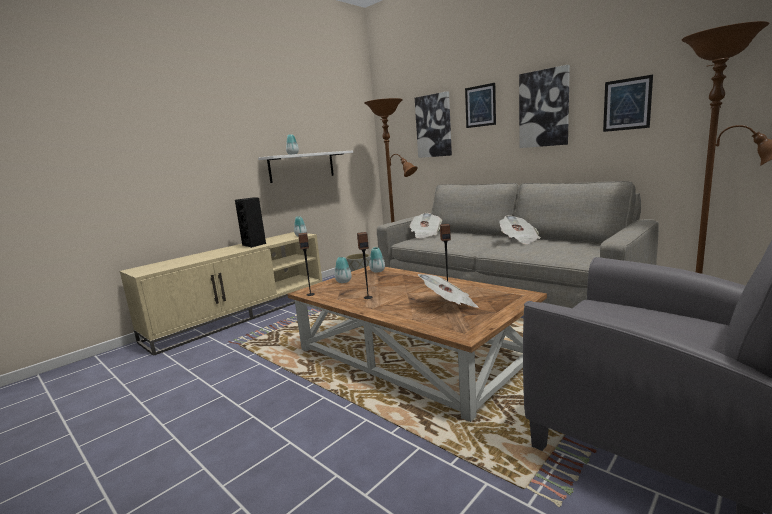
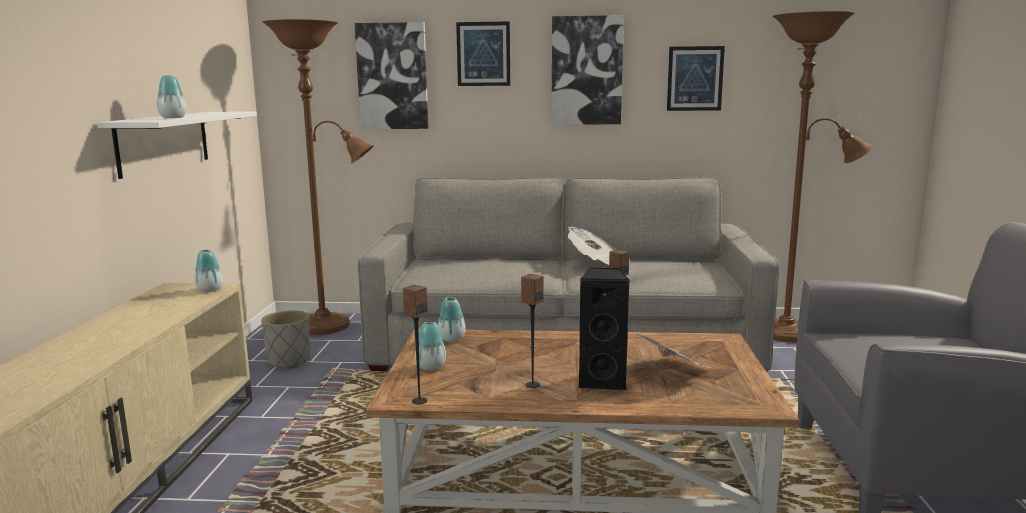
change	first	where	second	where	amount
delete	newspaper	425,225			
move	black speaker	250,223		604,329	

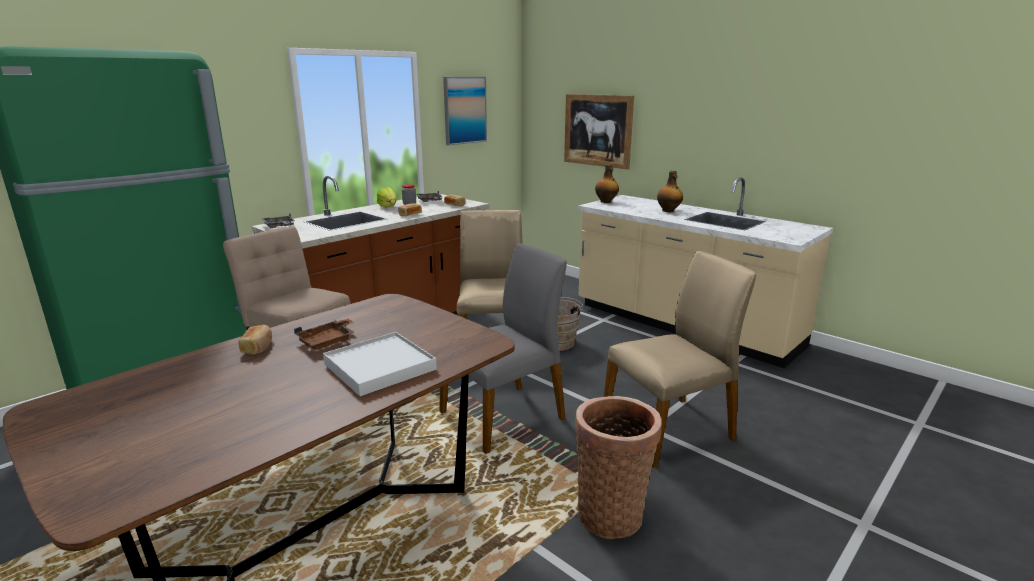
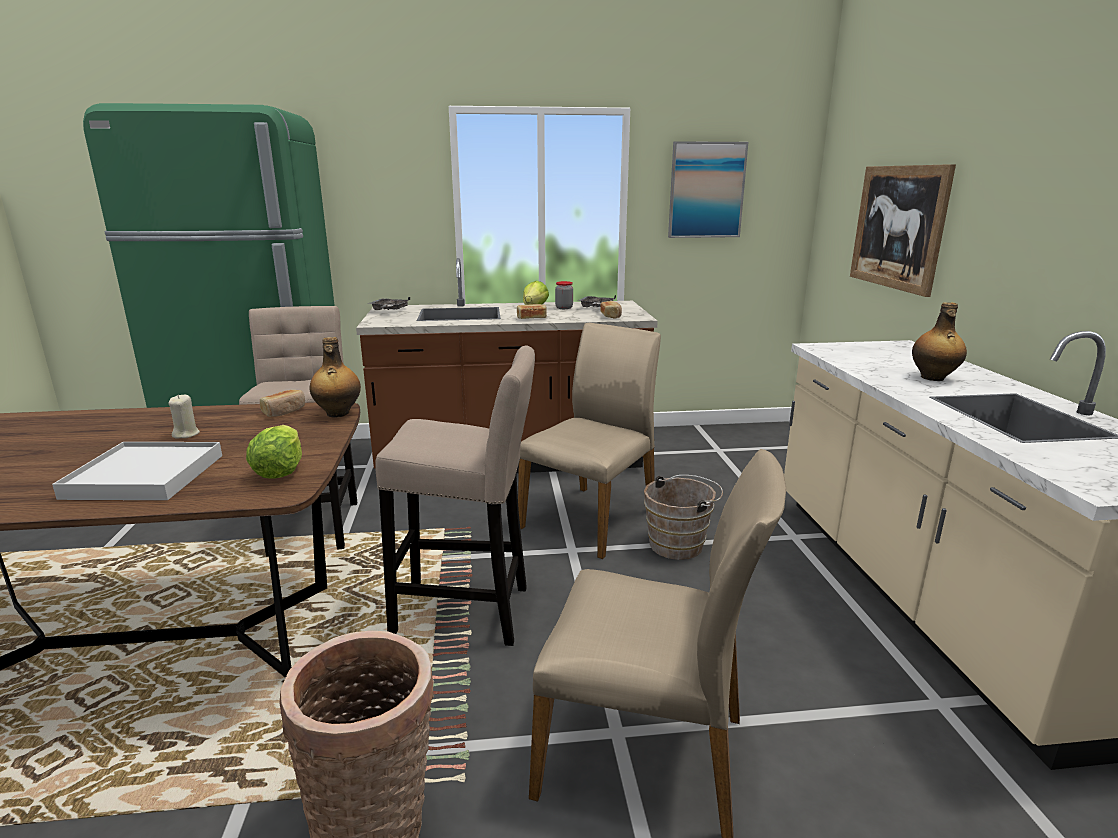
change	first	where	second	where	amount
insert			lettuce	274,452	
move	bread	255,340		282,403	
move	bottle	607,183		335,377	
replace	brown tray	324,334	beige candle	184,416	
replace	grey chair	503,348	beige stool	455,495	

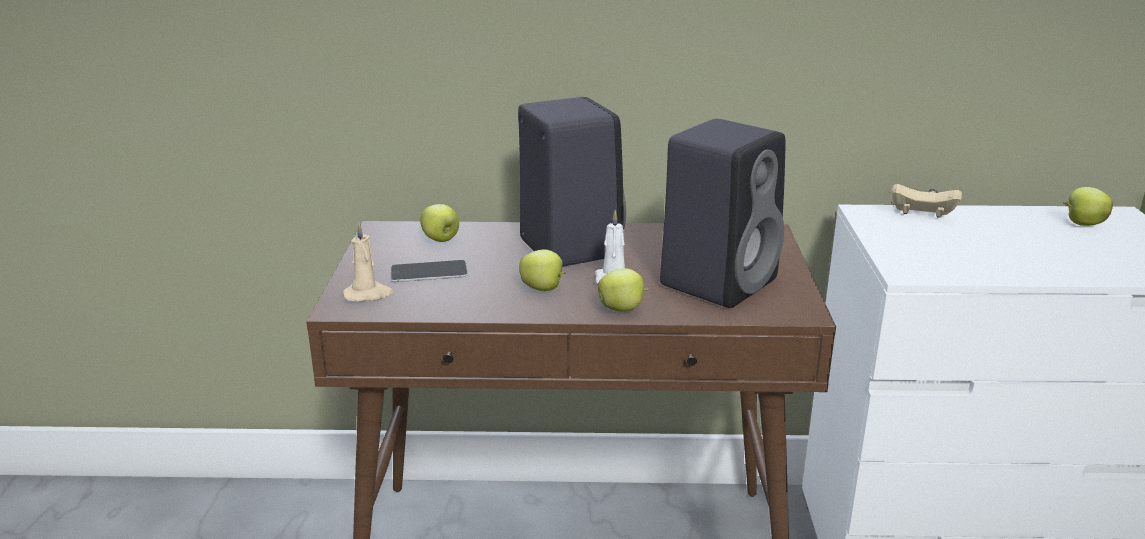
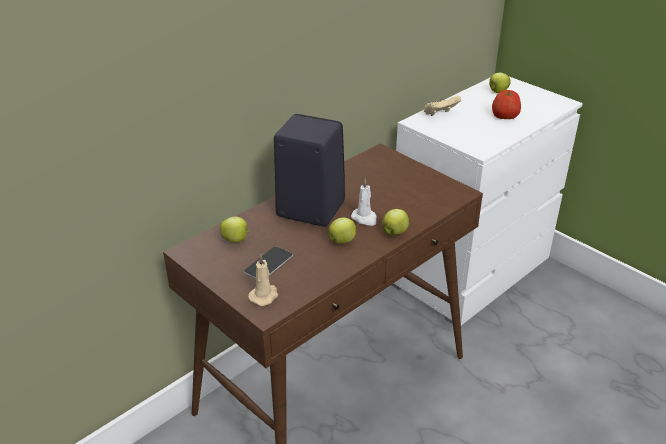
change	first	where	second	where	amount
delete	black speaker	723,213			
insert			apple	506,104	

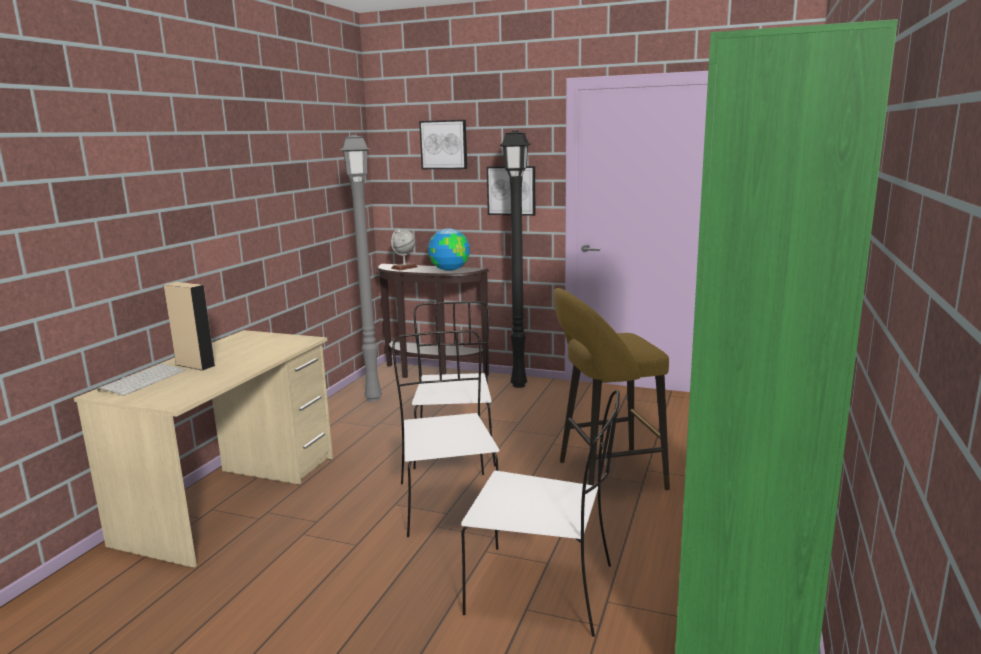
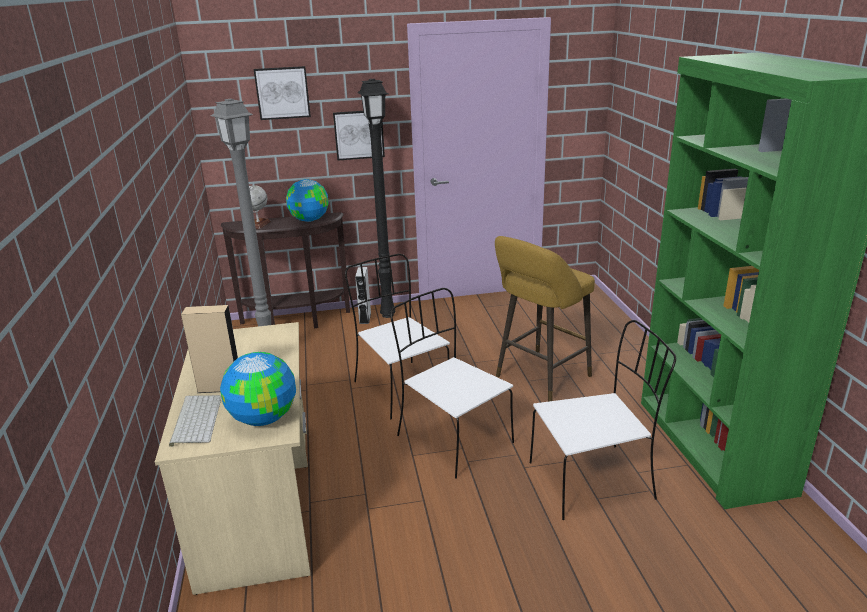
change	first	where	second	where	amount
insert			globe	258,389	
insert			grey speaker	363,295	

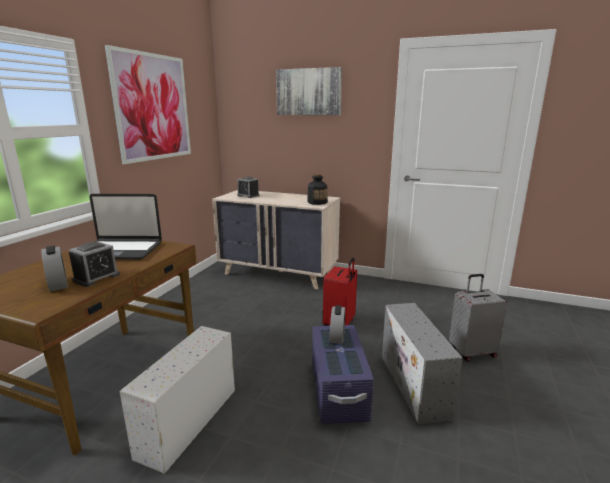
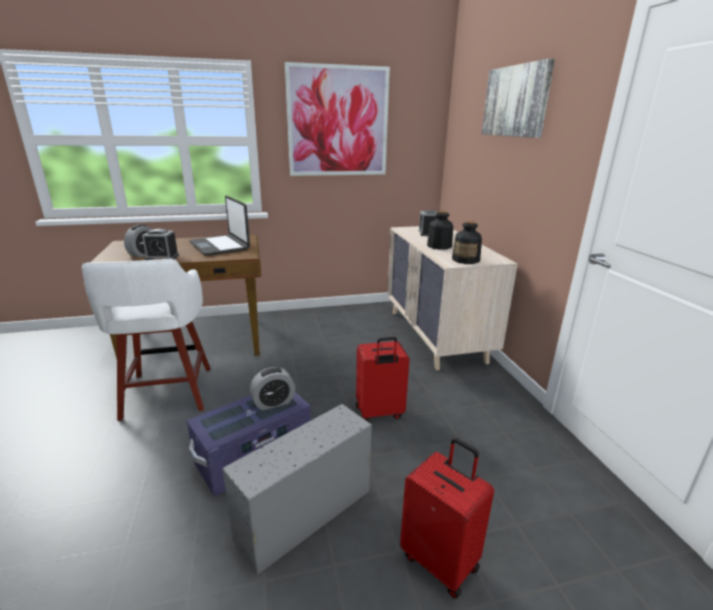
change	first	where	second	where	amount
insert			bottle	440,230	
replace	white storage box	177,400	white stool	146,340	
recolor	grey suitcase	478,317	red suitcase	447,518	

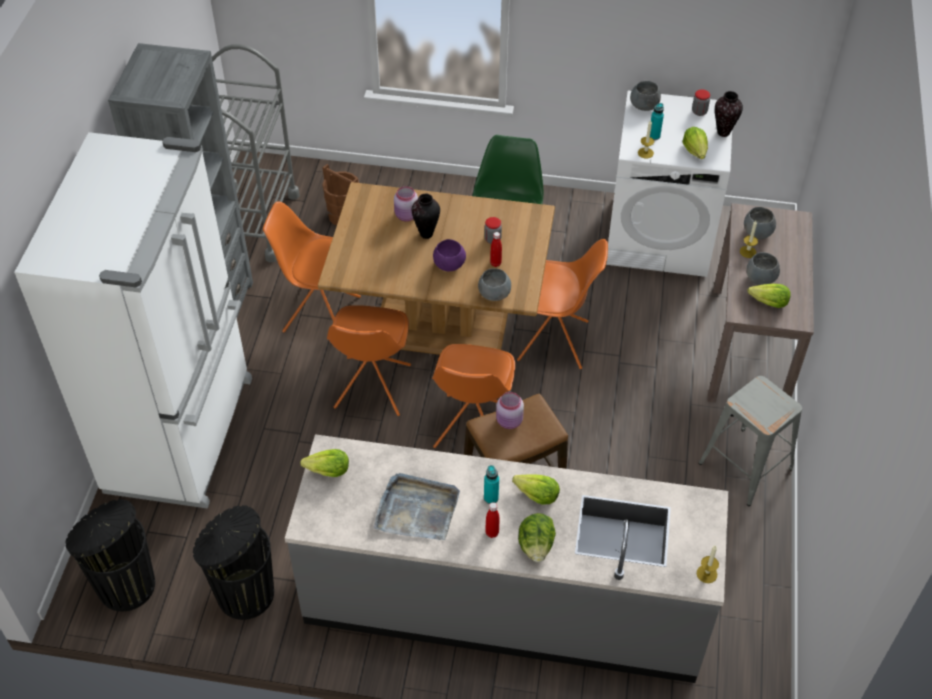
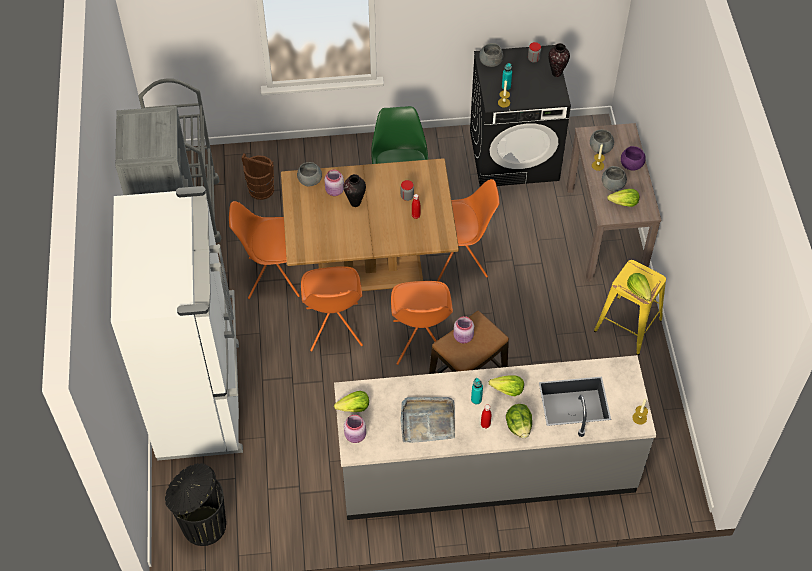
change	first	where	second	where	amount
delete	black trash can	233,562			
insert			pink jar	355,429	
move	purple bowl	449,255		633,158	
move	grey bowl	494,284		309,174	
move	lettuce	695,143		639,287	
recolor	white washing machine	669,183	black washing machine	520,115	
recolor	grey stool	750,441	yellow stool	630,307	

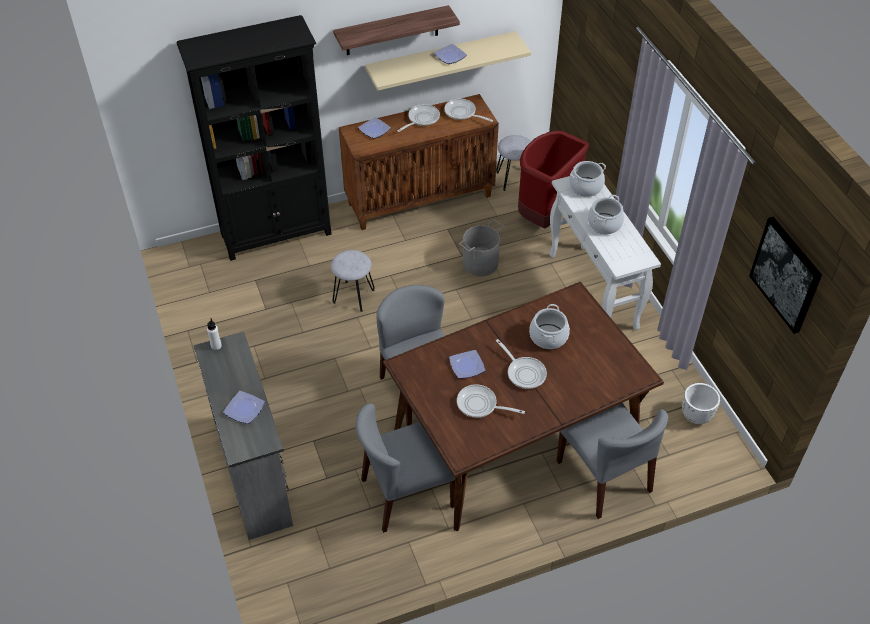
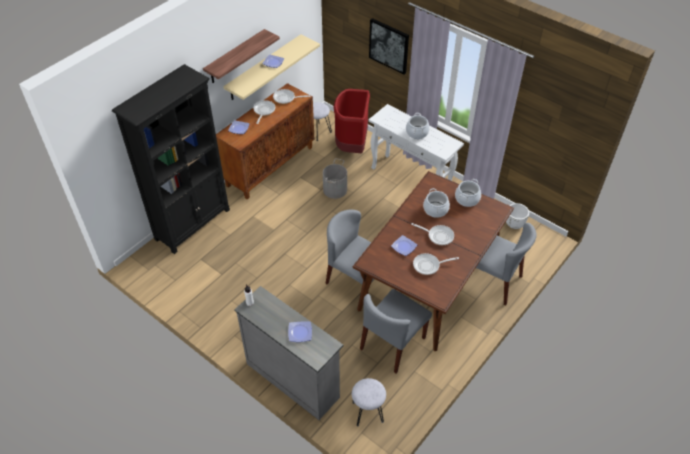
change	first	where	second	where	amount
move	grey stool	353,281		369,402	
move	cooking pot	587,179		468,193	
move	picture	785,275		389,46	

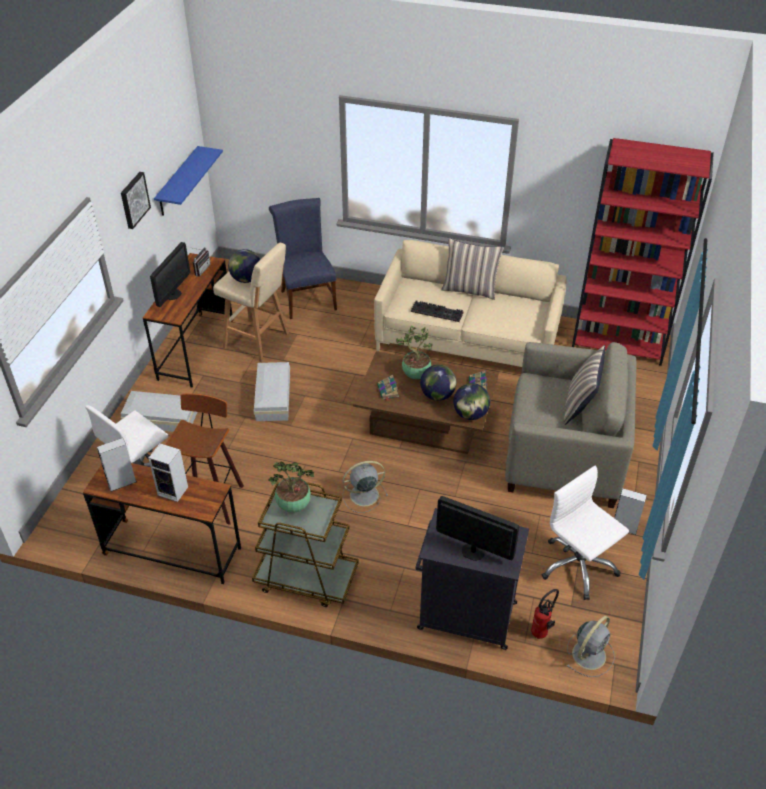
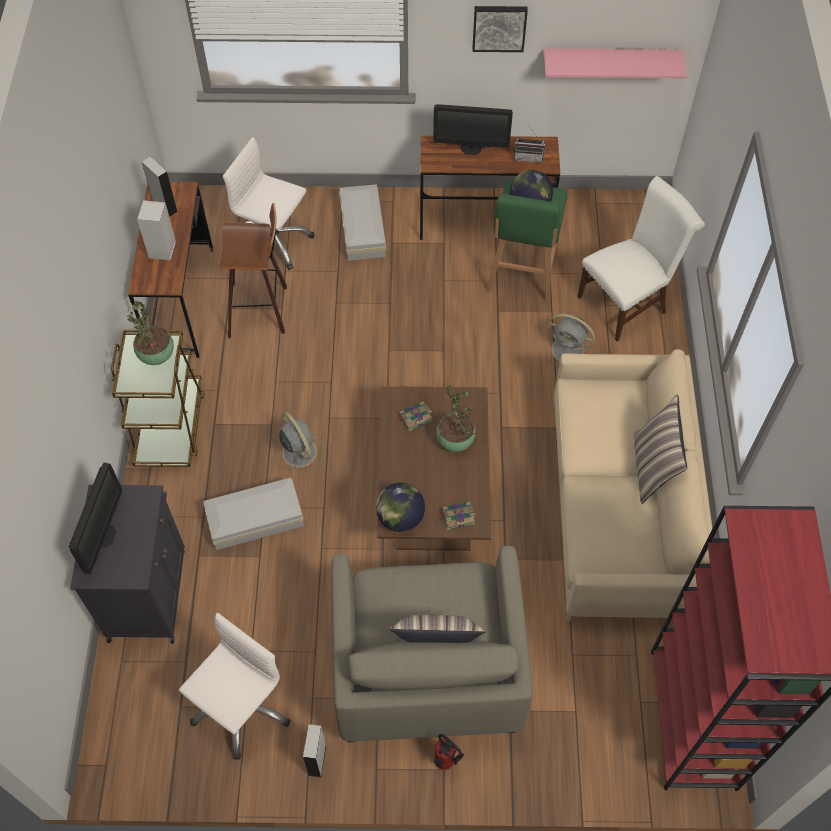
change	first	where	second	where	amount
delete	keyboard	437,311			
delete	globe	438,383			
move	white storage box	272,391		253,514	
move	fire extinguisher	545,614		449,752	
move	grey fan	590,646		569,340	
recolor	blue shelf	188,181	pink shelf	615,63	
recolor	beige stool	251,302	green stool	526,241	
recolor	blue chair	303,258	white chair	641,258	

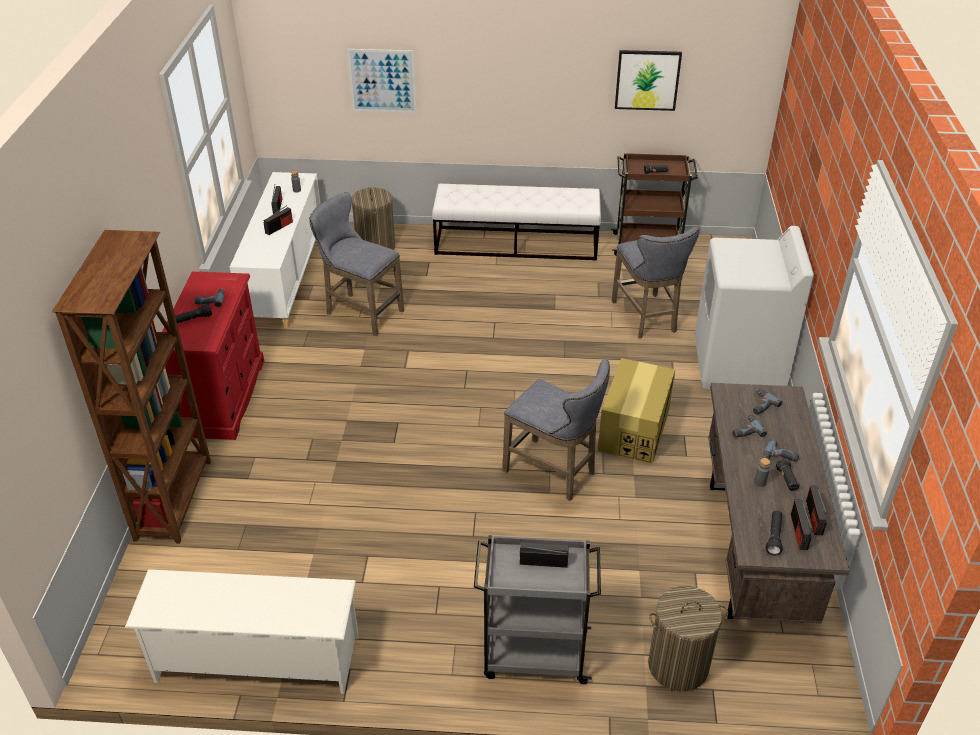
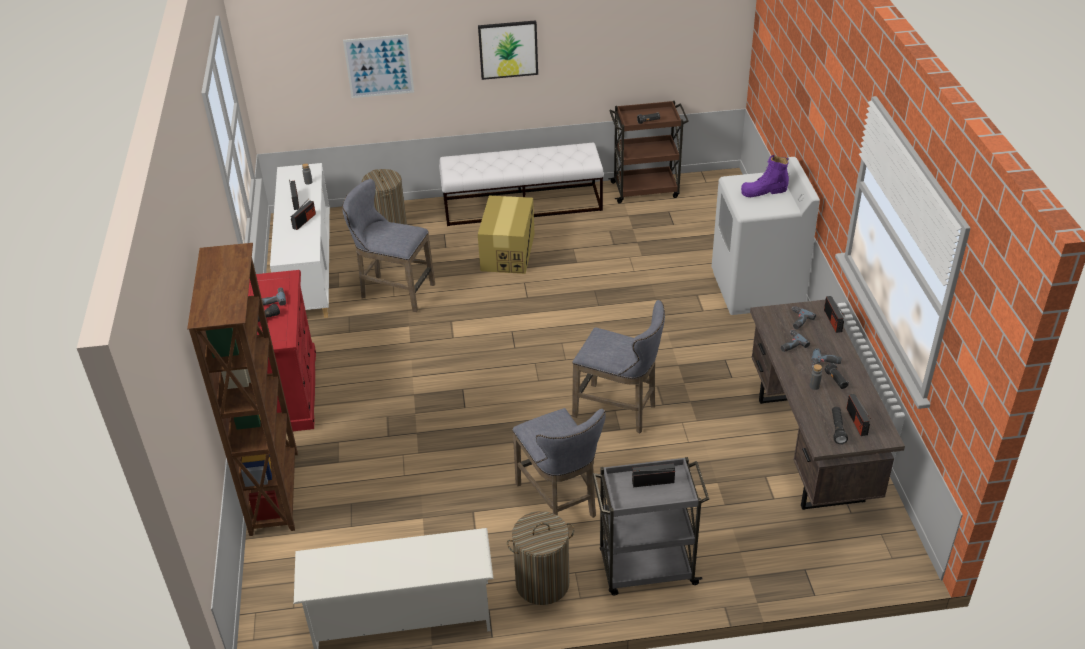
change	first	where	second	where	amount
insert			purple boot	765,176	
move	cardboard box	636,411		506,235	
move	grey stool	656,283		559,463	
move	picture	648,80		508,50	
move	laundry basket	688,638		540,558	
move	radio	817,510		834,314	

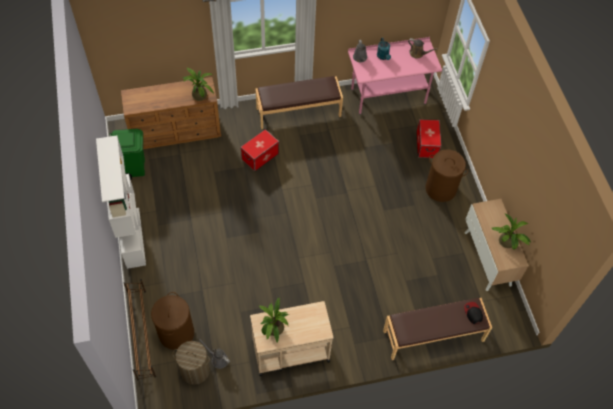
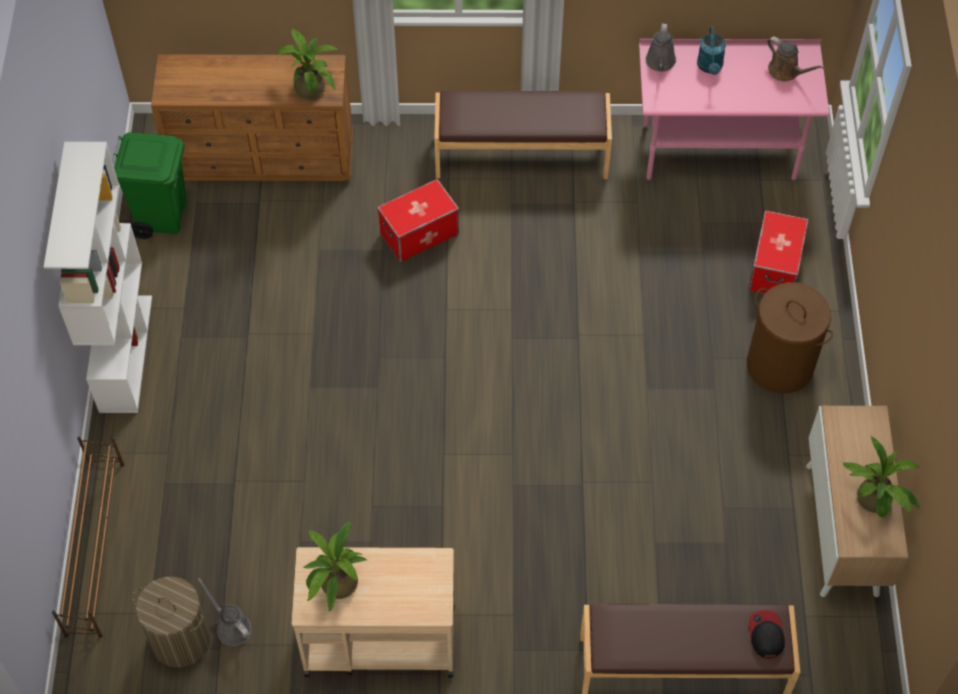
change	first	where	second	where	amount
delete	brown laundry basket	172,321			

